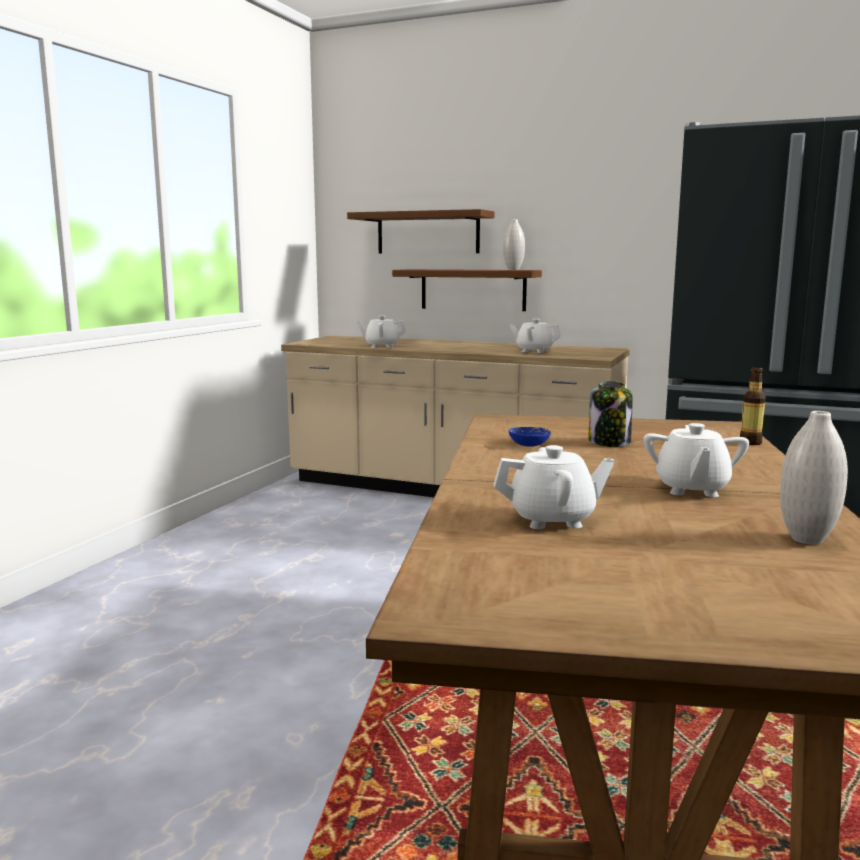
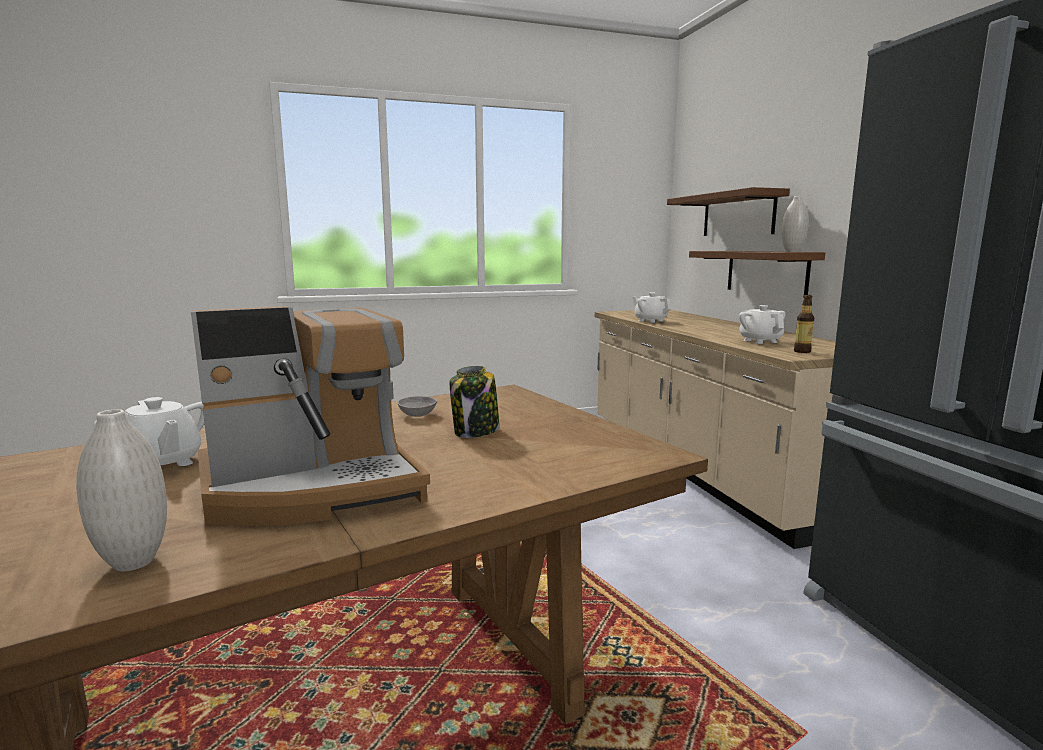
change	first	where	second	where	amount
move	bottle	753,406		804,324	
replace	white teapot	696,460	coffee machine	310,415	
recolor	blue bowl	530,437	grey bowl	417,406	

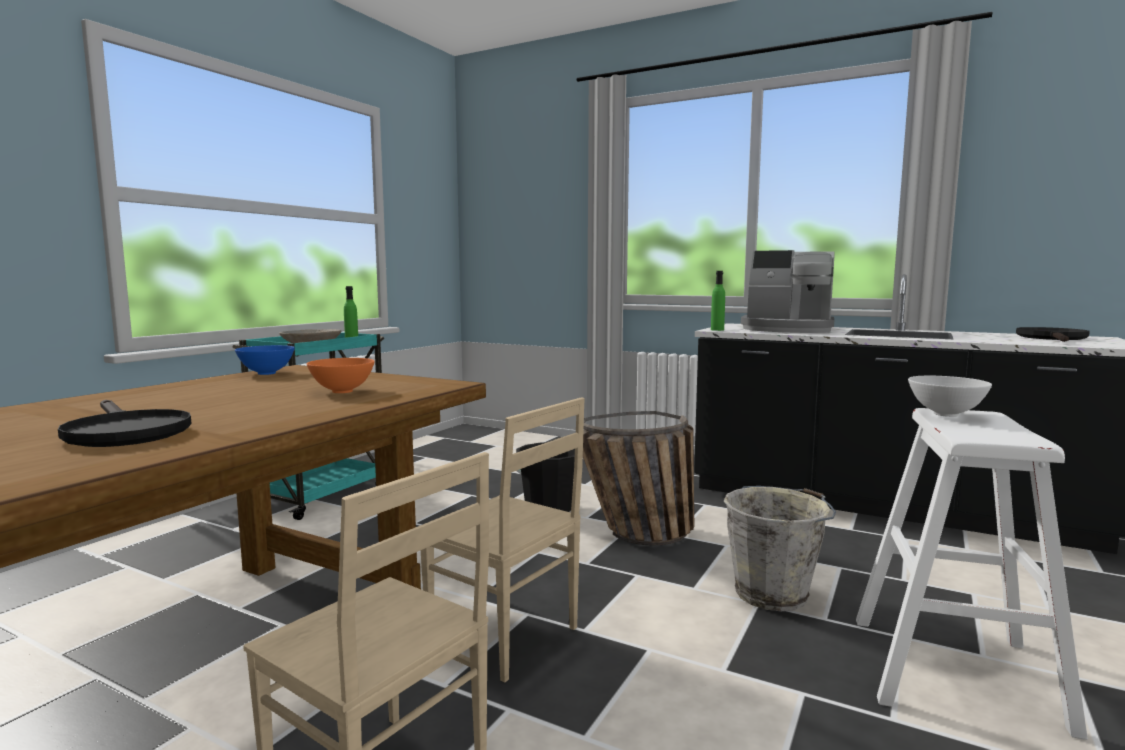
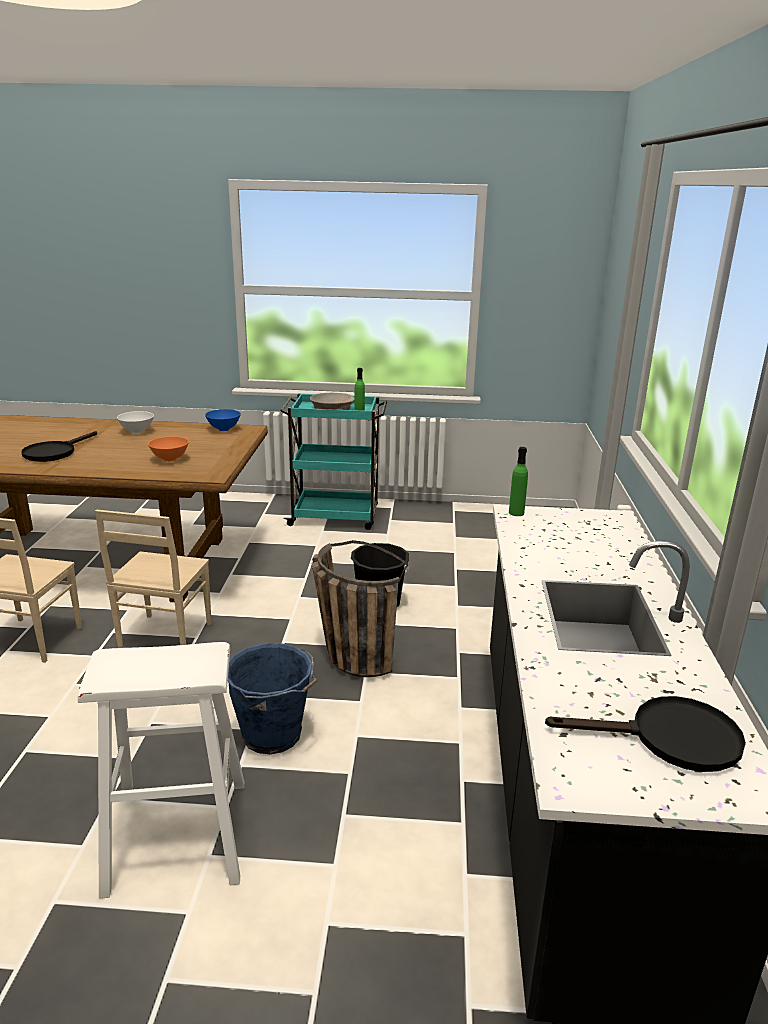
change	first	where	second	where	amount
delete	coffee machine	787,291			
move	white bowl	950,396		135,422	
recolor	grey bucket	780,548	blue bucket	272,698	

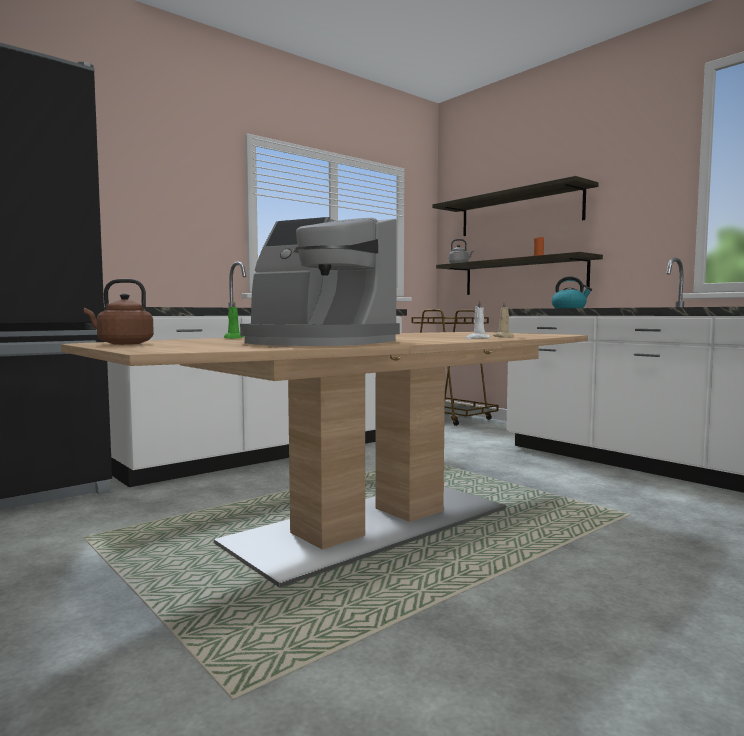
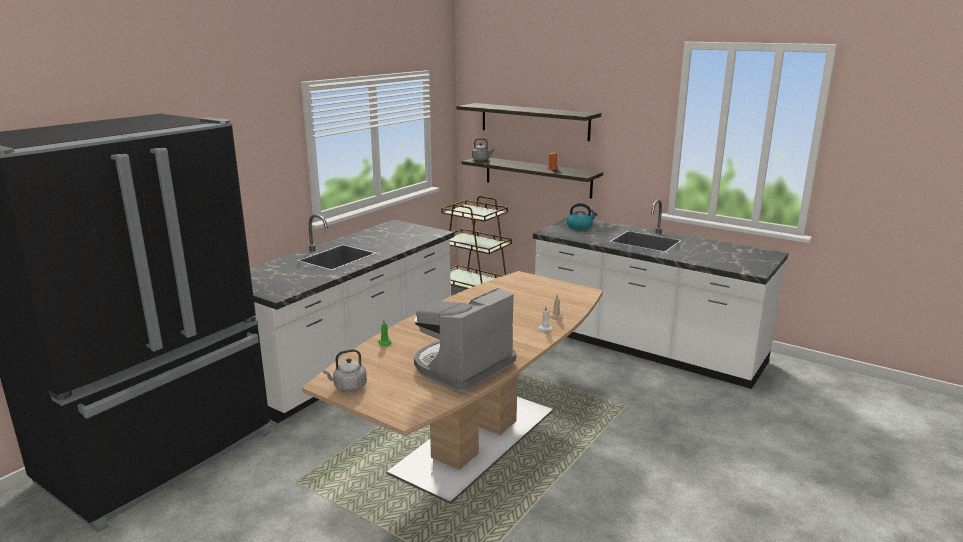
change	first	where	second	where	amount
recolor	brown kettle	119,312	grey kettle	345,370	
rotate	coffee machine	320,281		465,340	120 degrees clockwise

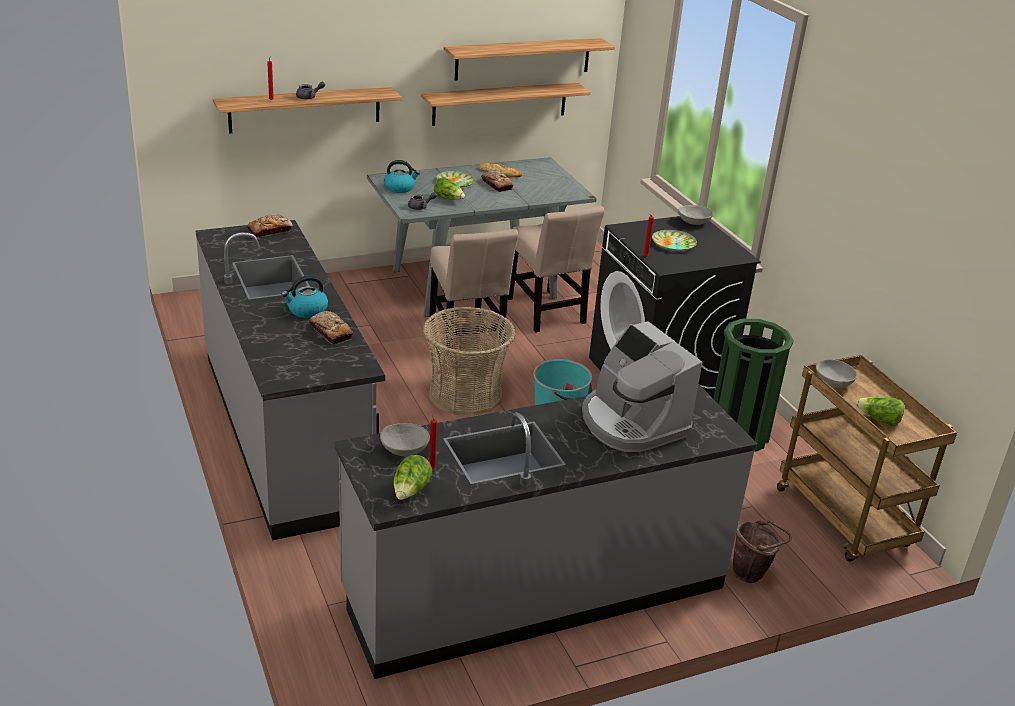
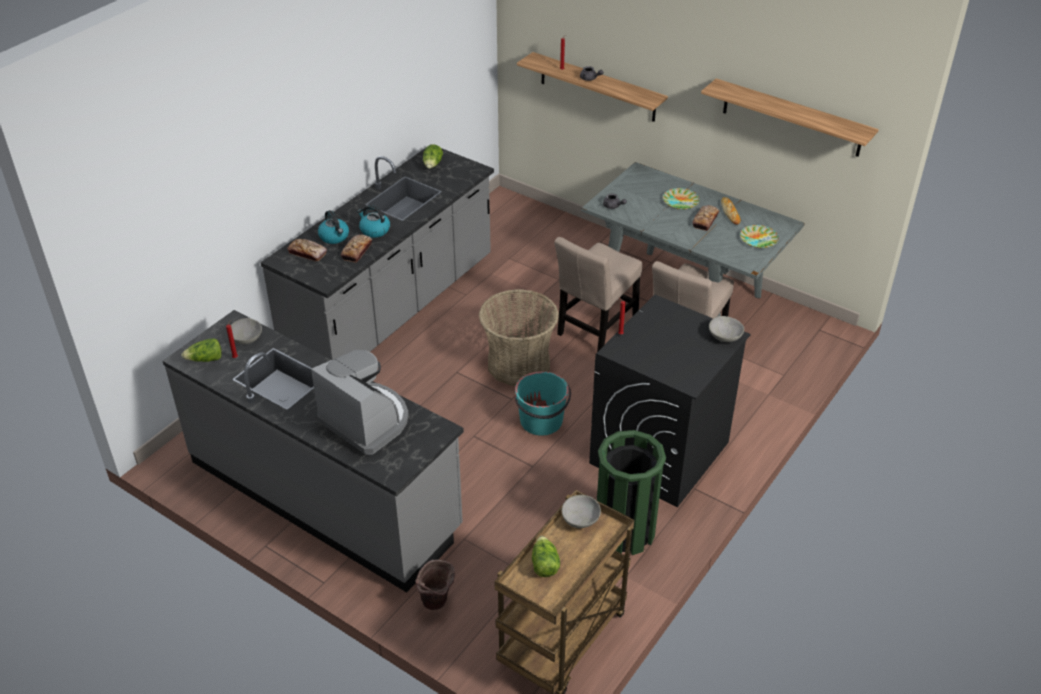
change	first	where	second	where	amount
delete	shelf	506,104			
move	bread	270,226		307,250	
move	kettle	402,176		333,227	
move	lettuce	449,188		433,156	
move	plate	674,240		759,236	
rotate	coffee machine	642,386		360,402	105 degrees clockwise

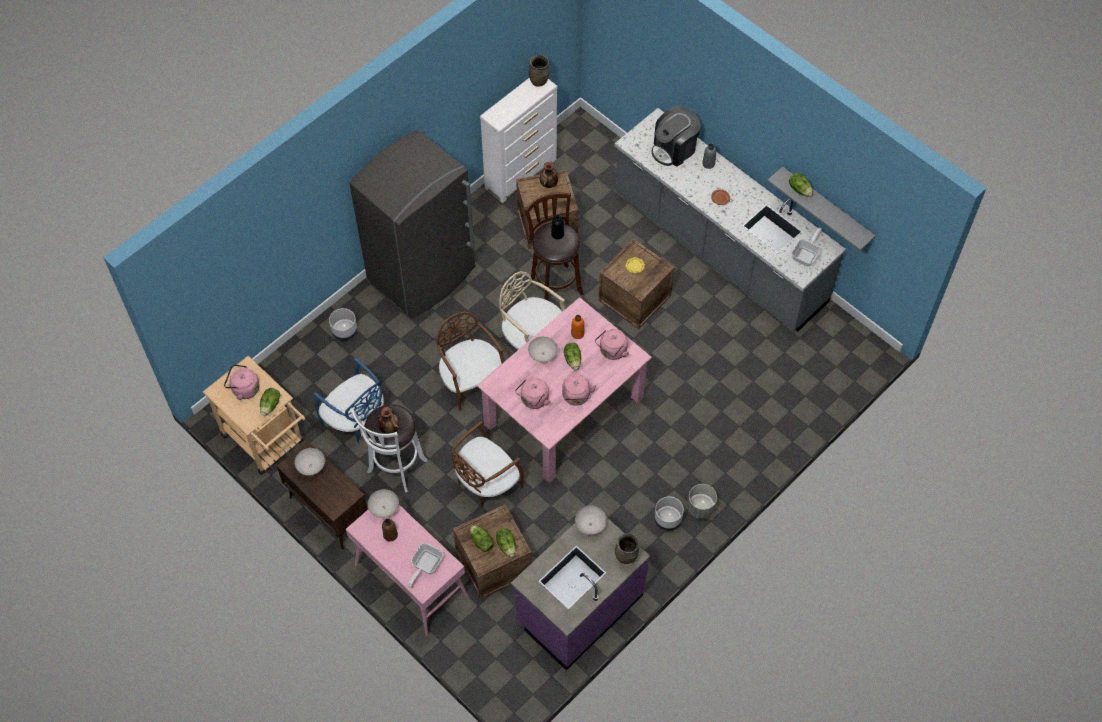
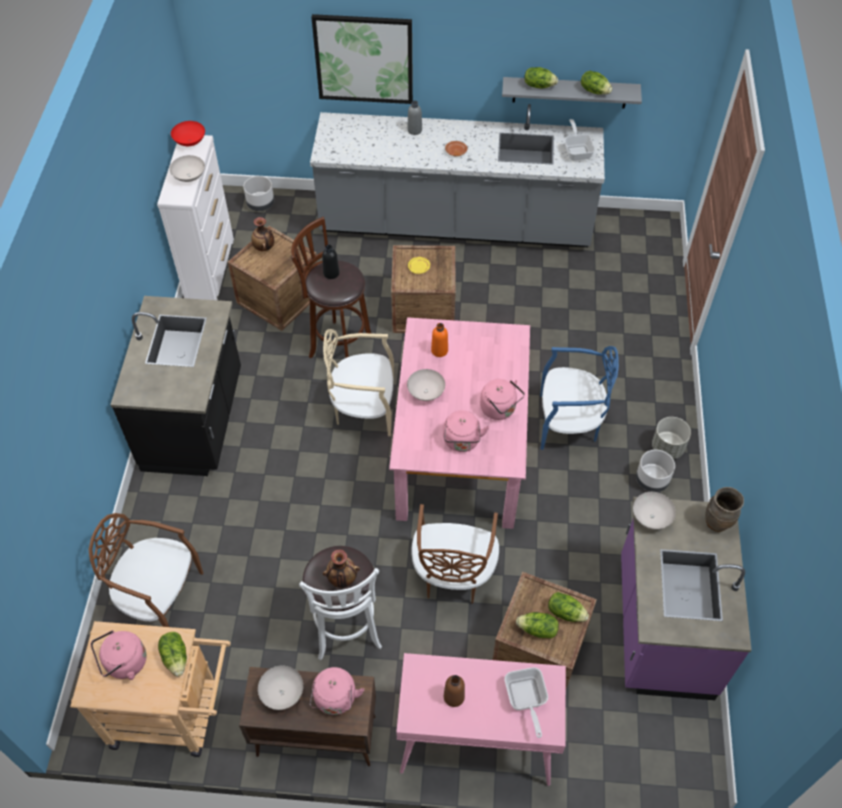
change	first	where	second	where	amount
delete	coffee machine	676,136			
insert			picture	362,59	
move	blue chair	349,401		579,398	
move	grey planter	343,324		258,193	
move	white bowl	383,503		187,168	
move	brown chair	471,361		145,570	
move	lettuce	572,356		596,83	
move	pink kettle	612,344		337,691	
replace	grey fridge	412,224	black counter	175,386	
replace	brown vase	539,71	red bowl	188,133	

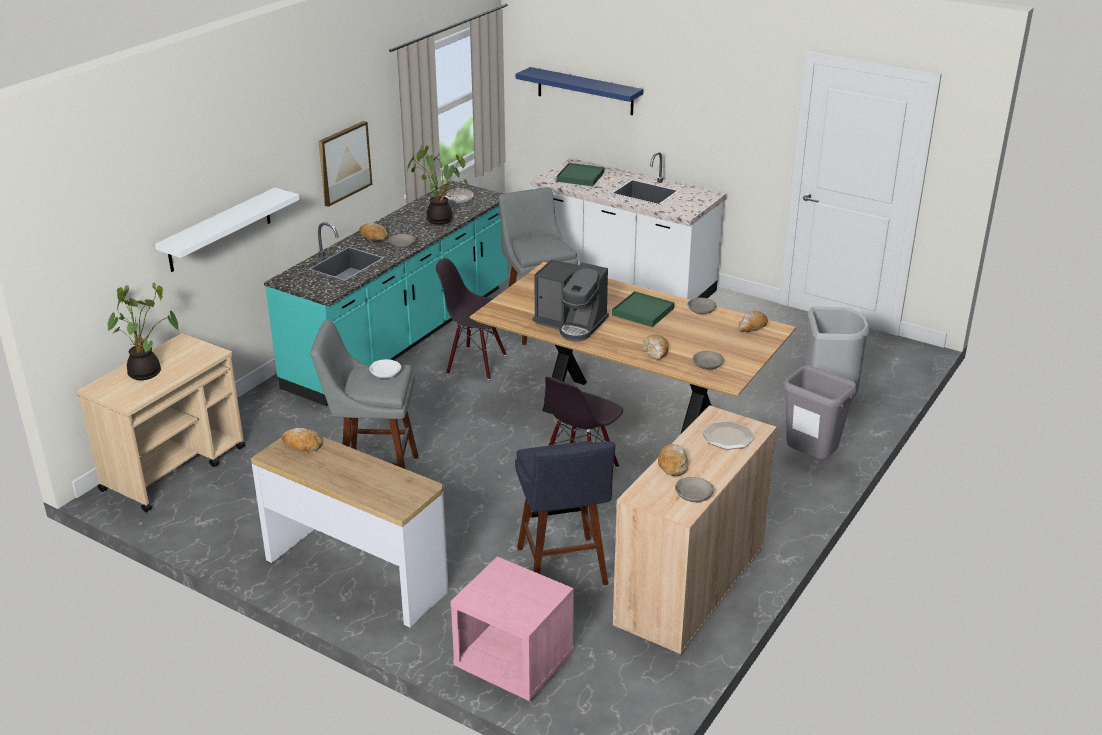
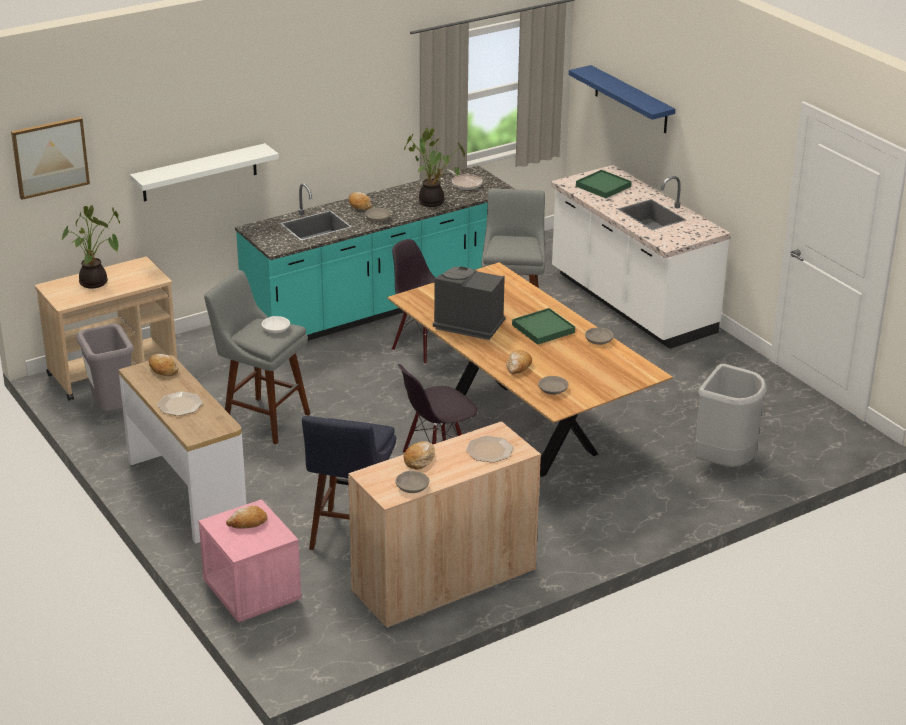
change	first	where	second	where	amount
insert			plate	180,403	
move	picture	345,164		50,158	
move	bread	753,321		246,517	
move	grey trash can	820,412		105,367	
rotate	coffee machine	571,300		469,303	150 degrees clockwise

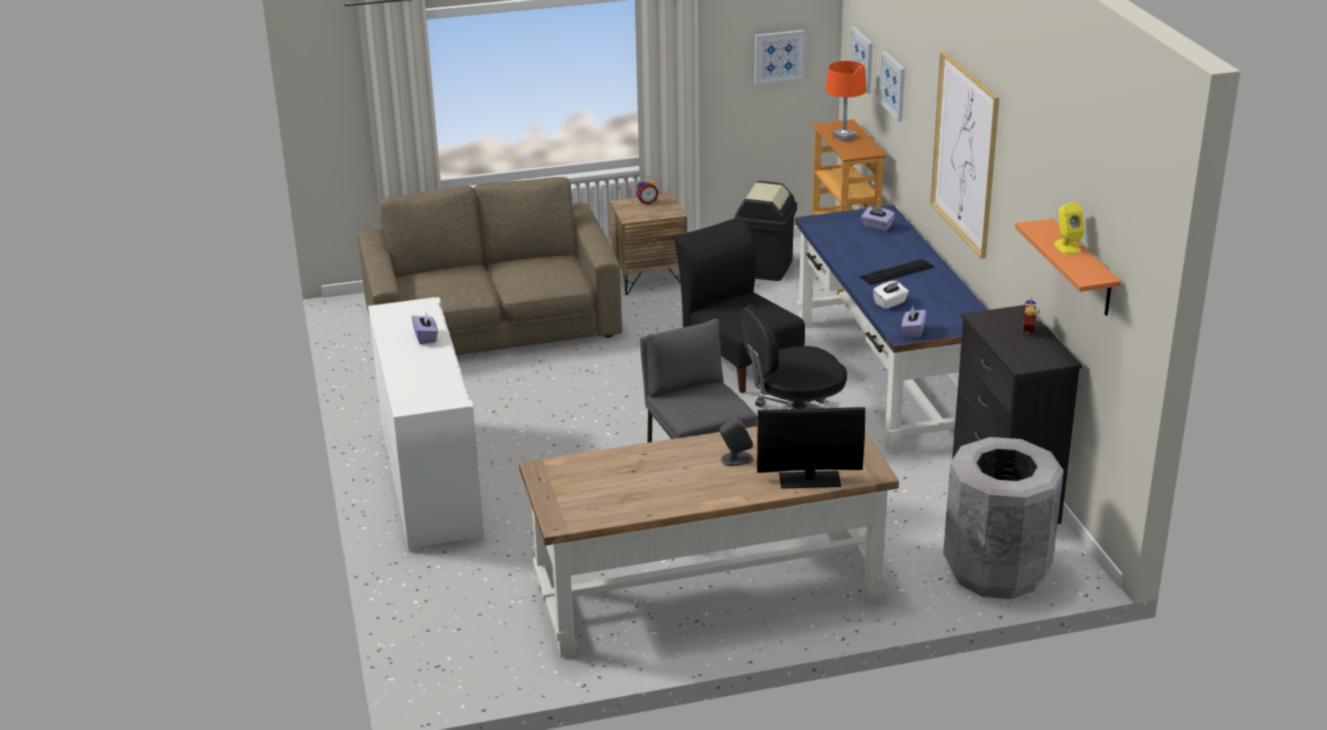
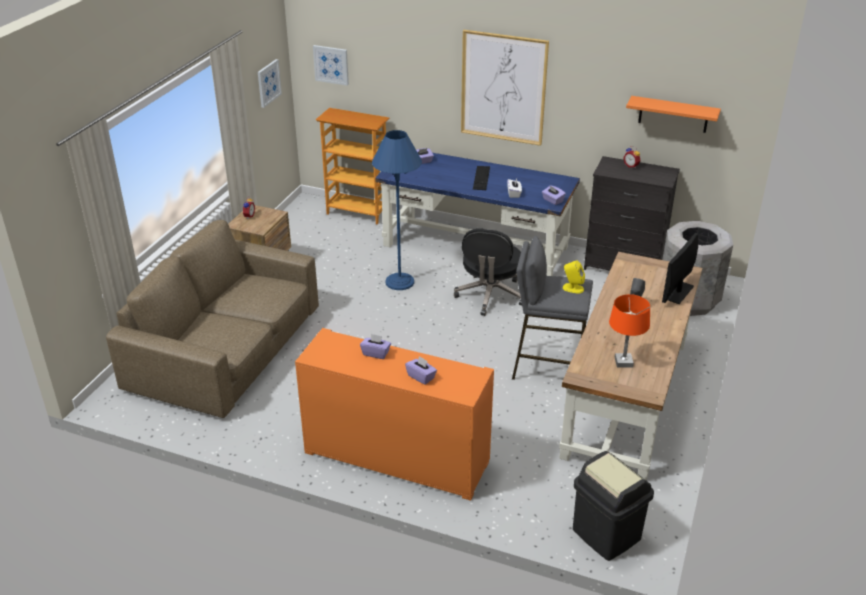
change	first	where	second	where	amount
delete	picture	892,86			
insert			purple tissue box	421,370	
move	black trash can	766,231		613,506	
move	orange table lamp	846,101		629,331	
move	yellow speaker	1069,228		574,276	
replace	black chair	739,305	blue floor lamp	397,210	
recolor	white cabinet	426,424	orange cabinet	394,414	

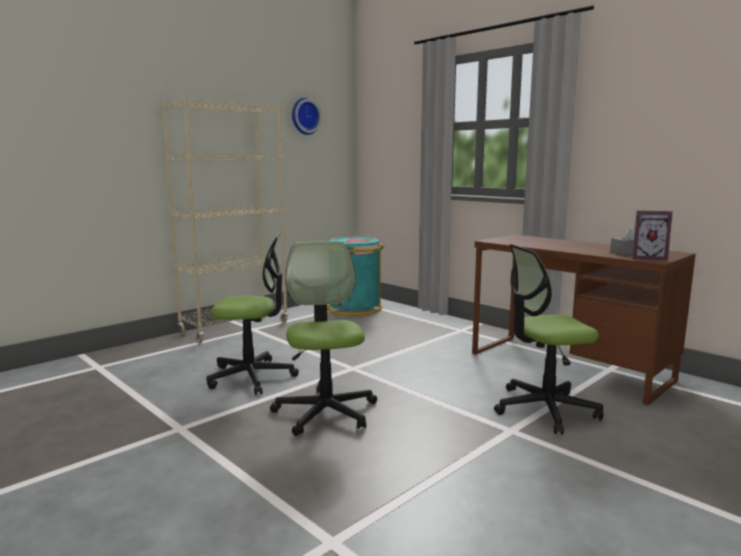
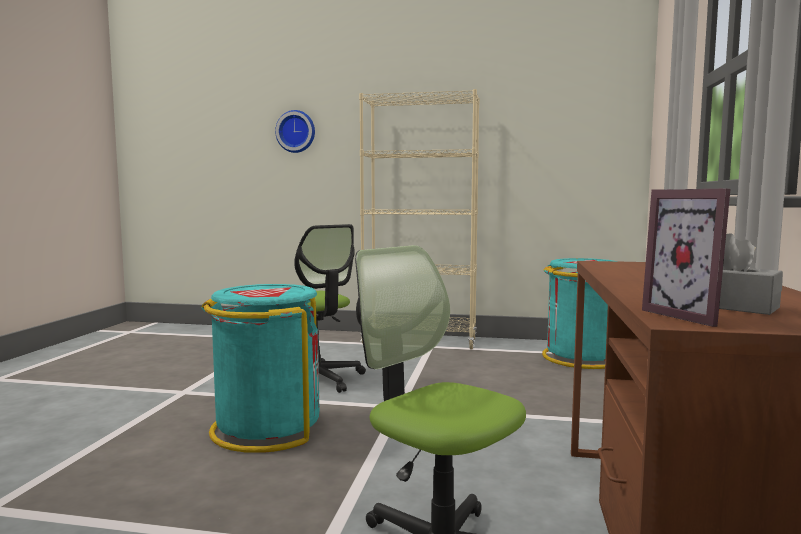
change	first	where	second	where	amount
move	wall clock	307,116		295,131	
replace	office chair	323,338	turquoise trash can	260,368	

